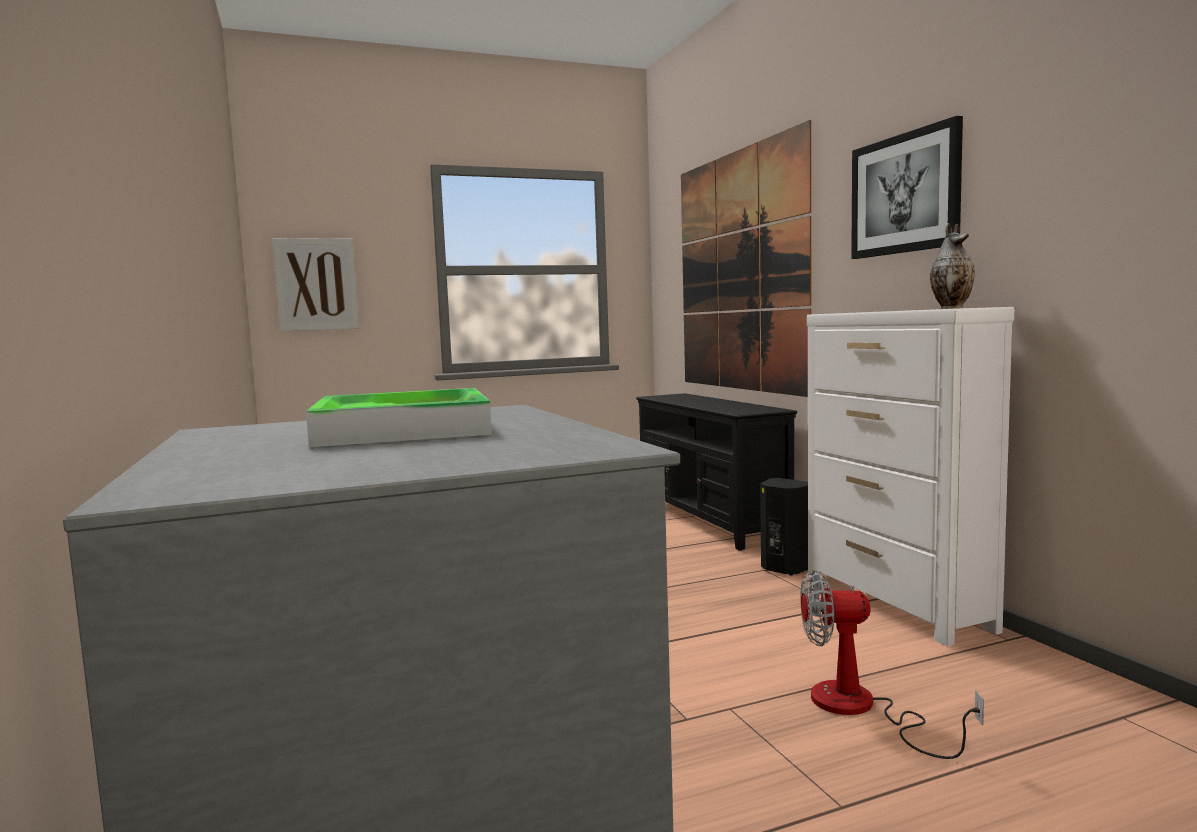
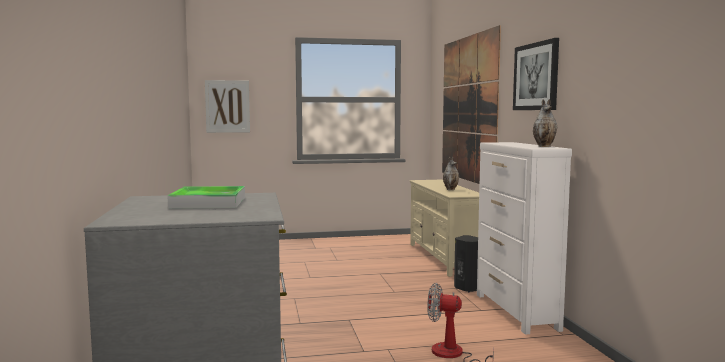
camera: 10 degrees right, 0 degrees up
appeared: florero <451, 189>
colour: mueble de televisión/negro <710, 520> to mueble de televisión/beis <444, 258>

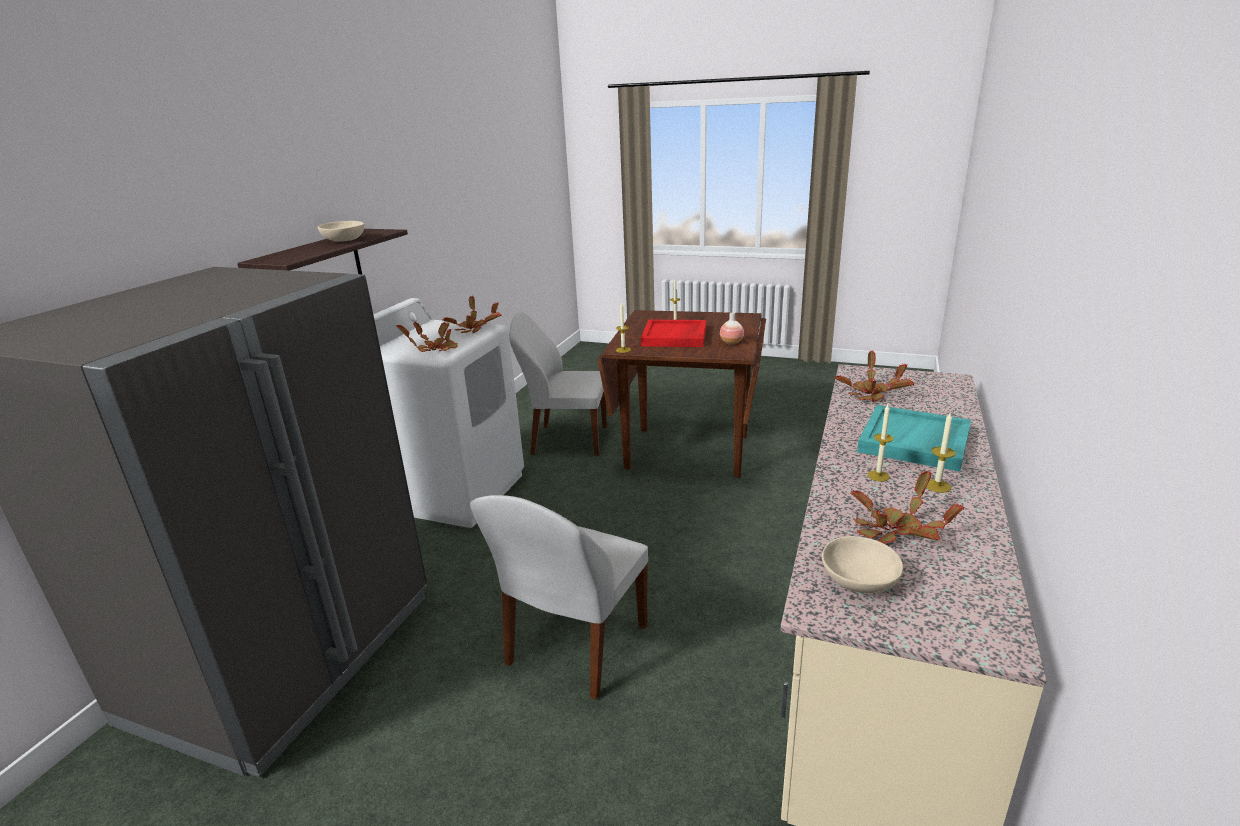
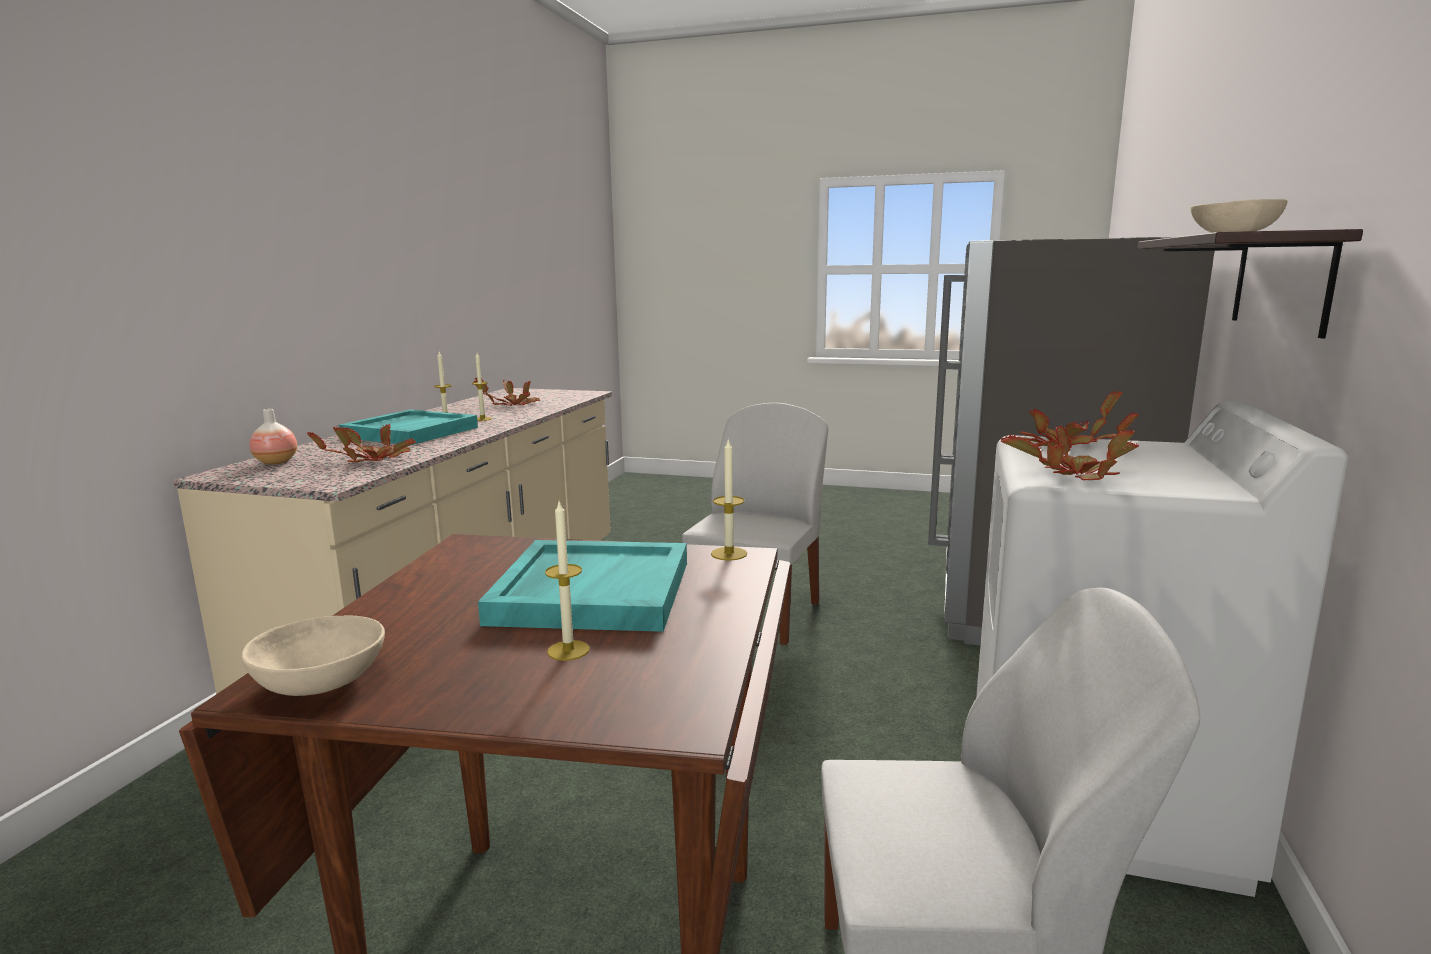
camera: 175 degrees right, 10 degrees down
relocated: florero <731, 342> to <276, 462>; cuenco/beis <858, 581> to <322, 682>
colour: bandeja/rojo <675, 336> to bandeja/turquesa <591, 591>

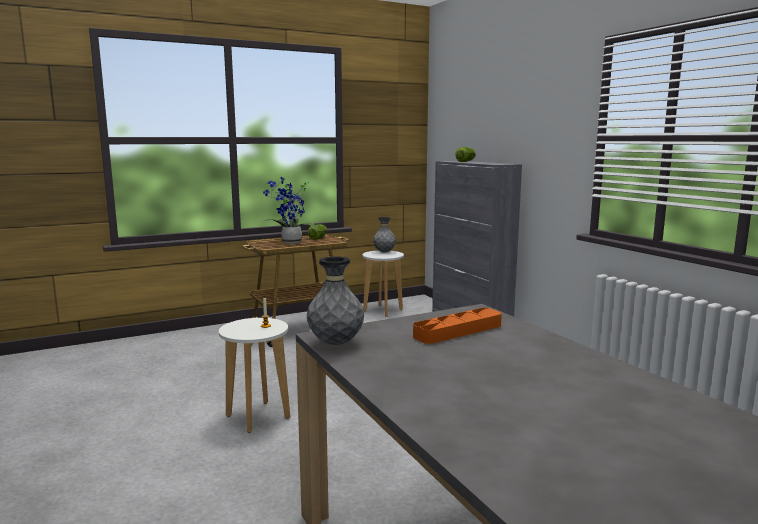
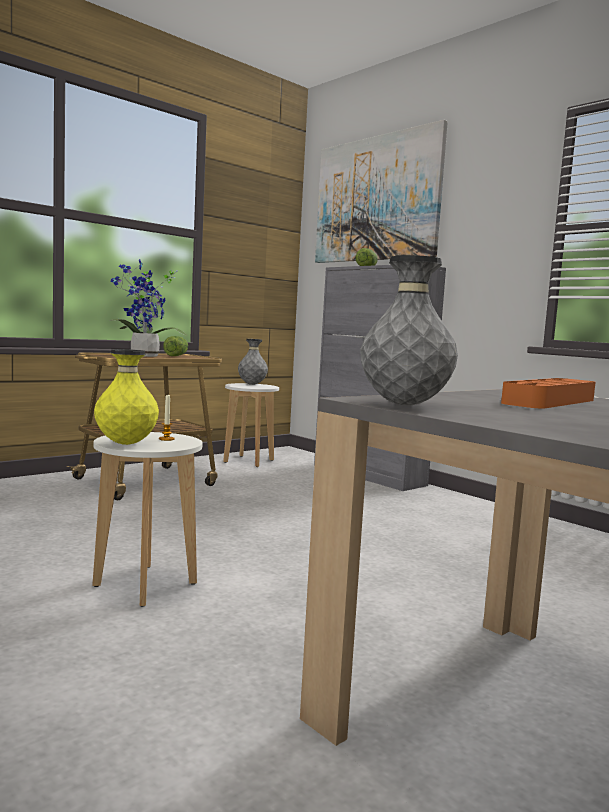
camera: 15 degrees left, 5 degrees down
appeared: florero/amarillo <126, 444>; cuadro <376, 199>

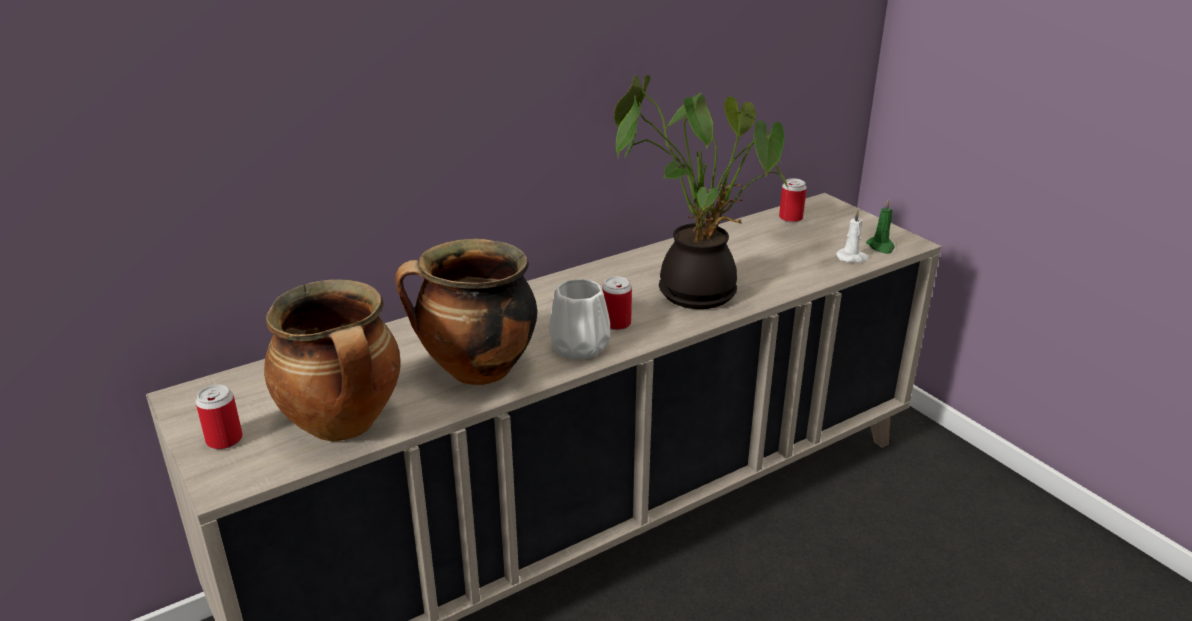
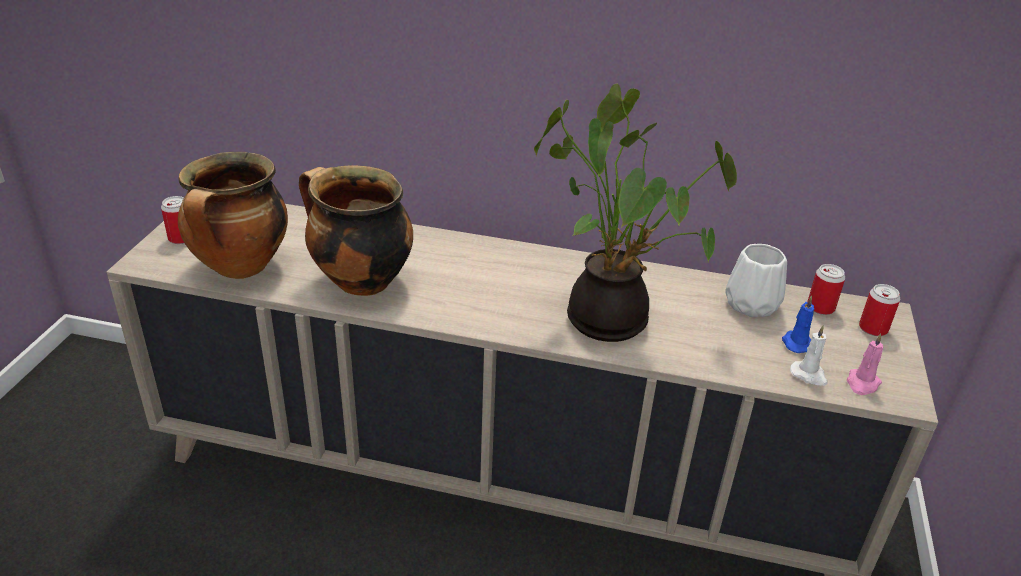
camera: 45 degrees right, 5 degrees up
appeared: vela/azul <796, 343>
relocated: florero/blanco <580, 347> to <751, 305>; lata <616, 324> to <873, 328>
colour: vela/verde <881, 247> to vela/rosa <862, 384>

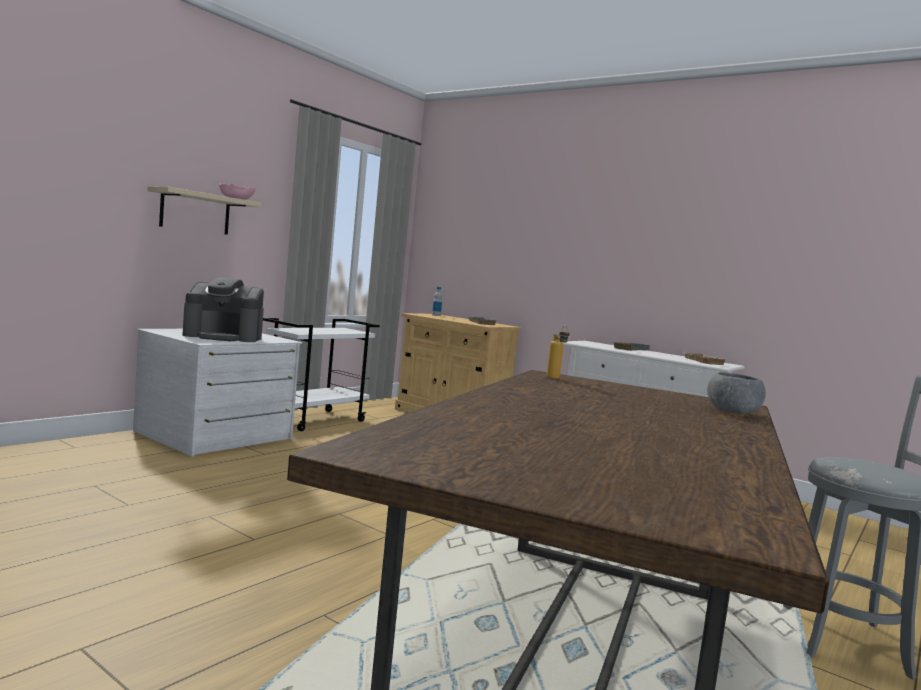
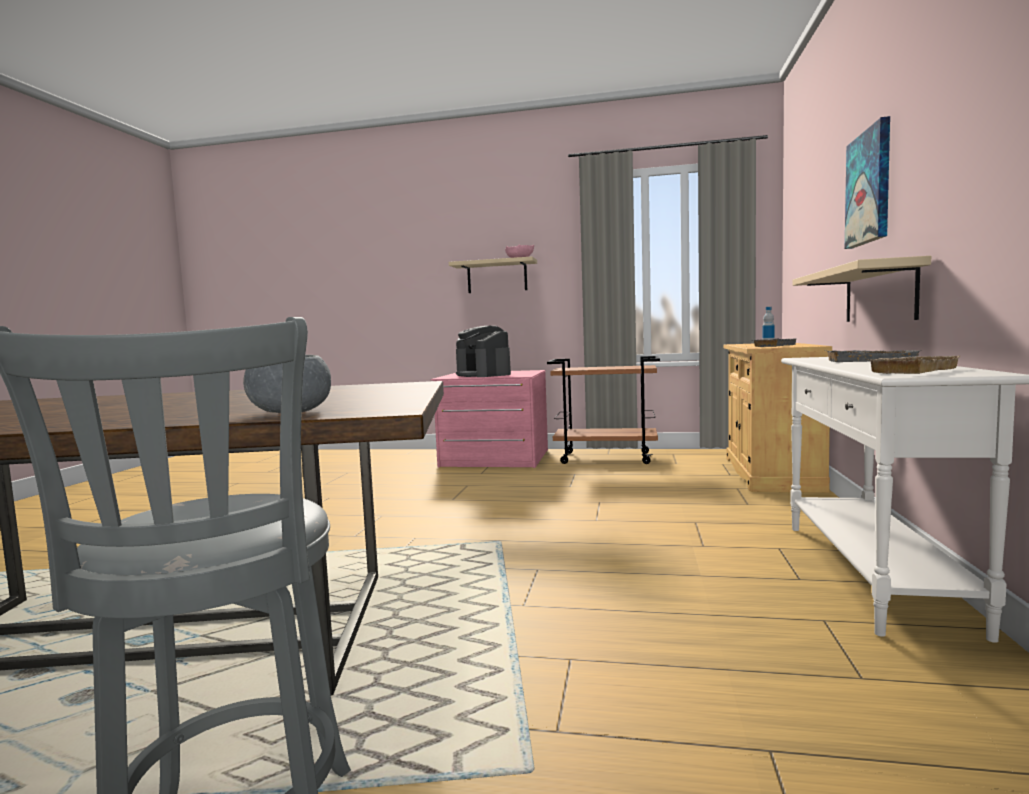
camera: 65 degrees right, 0 degrees up
missing: botella <555, 379>
appeared: estante/beis <879, 294>; cuadro <869, 187>
colour: cómoda/blanco <215, 436> to cómoda/rosa <495, 458>; carrito/blanco <315, 420> to carrito/marrón <606, 458>

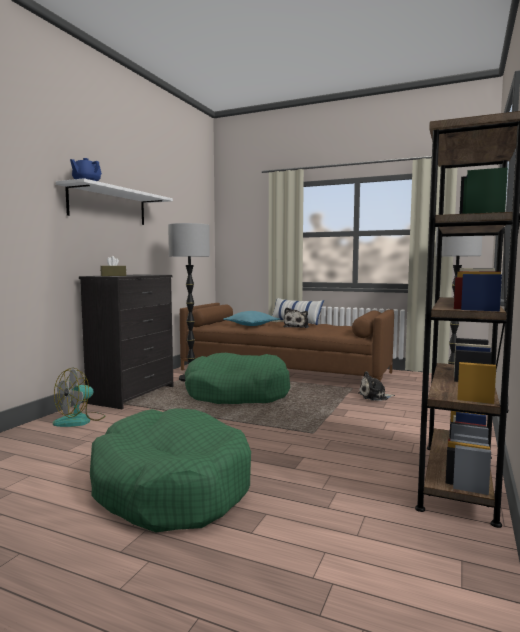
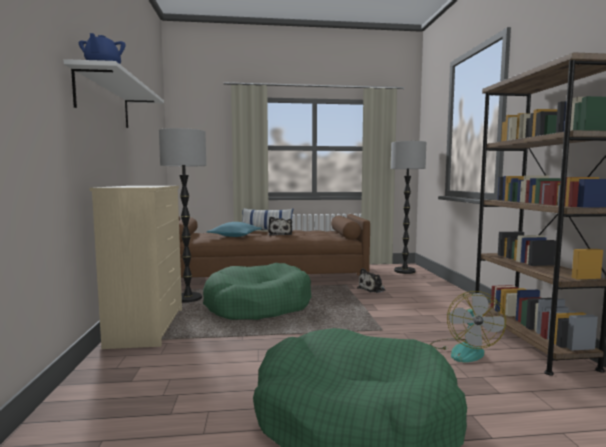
camera: 30 degrees left, 0 degrees up
missing: caja de pañuelos/marrón <113, 275>
relocated: ventilador <80, 420> to <464, 350>
colour: cómoda/negro <133, 394> to cómoda/beis <148, 327>

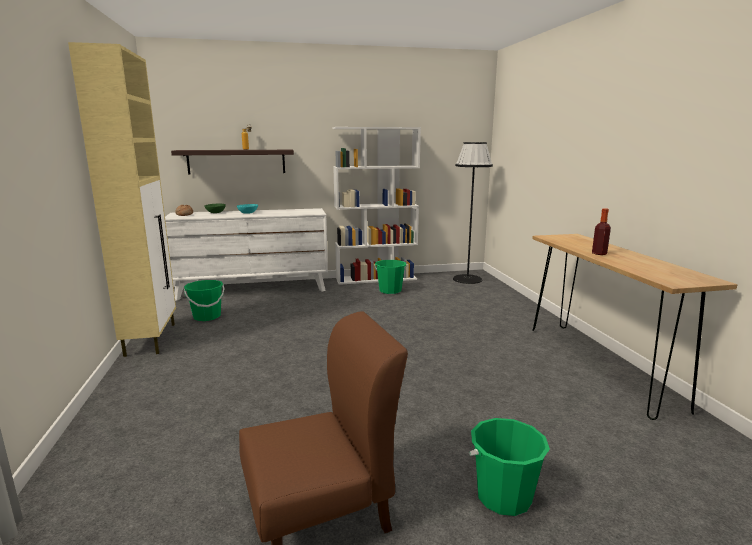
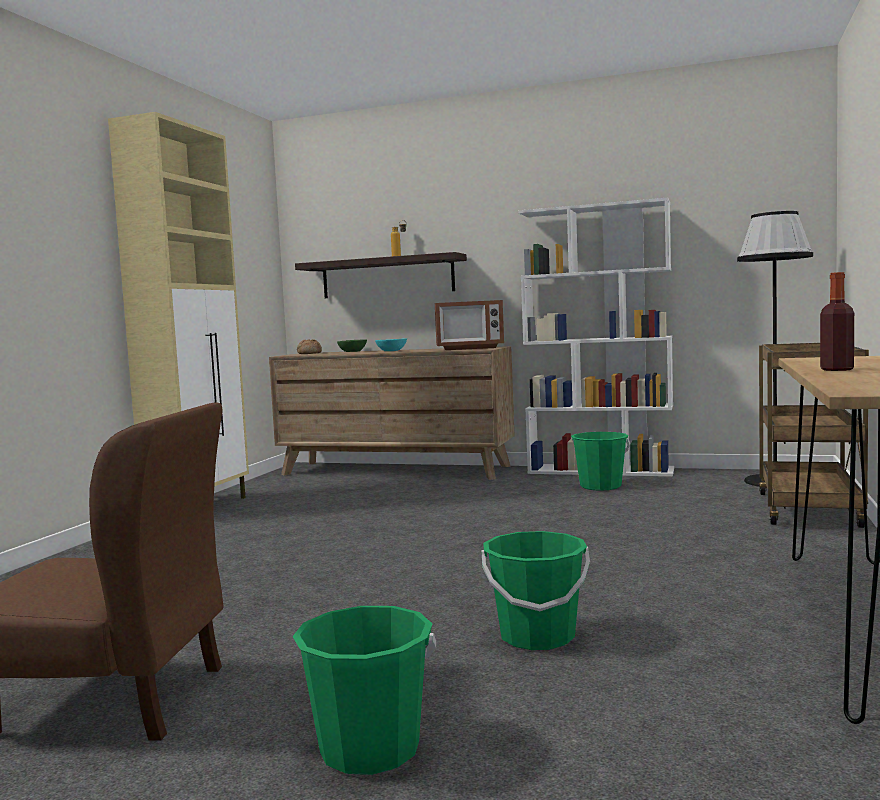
camera: 30 degrees right, 10 degrees down
appeared: microondas <469, 348>; carrito/marrón <810, 511>
relocated: cubo/verde <207, 316> to <537, 636>
colour: cómoda/blanco <253, 289> to cómoda/marrón <396, 470>

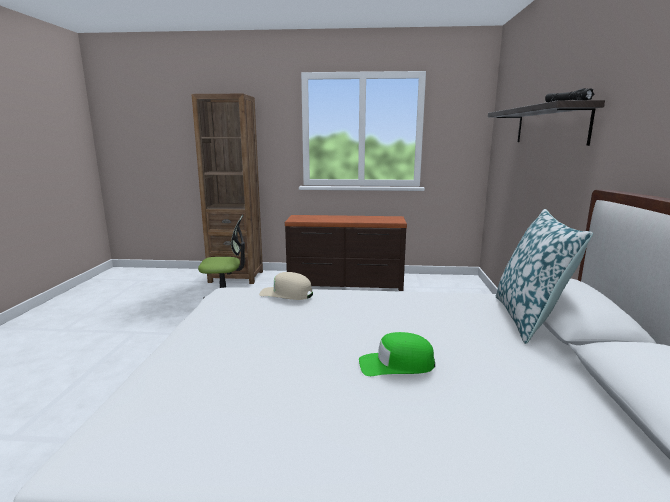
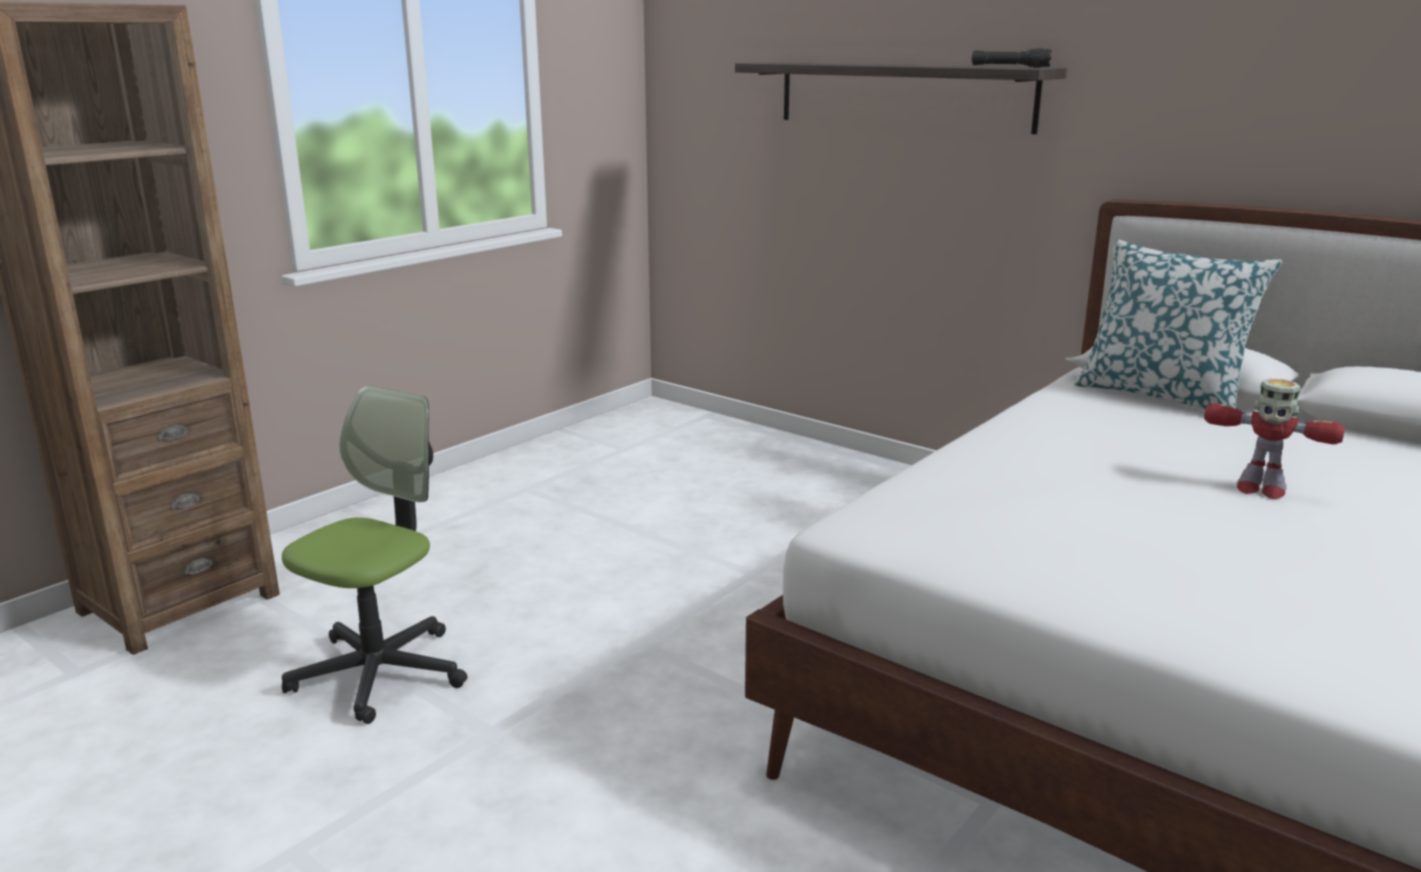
camera: 55 degrees left, 5 degrees up
missing: gorra/beis <286, 294>; cómoda/marrón <345, 283>
exchanged: gorra/verde <396, 364> to robot de juguete <1259, 489>

